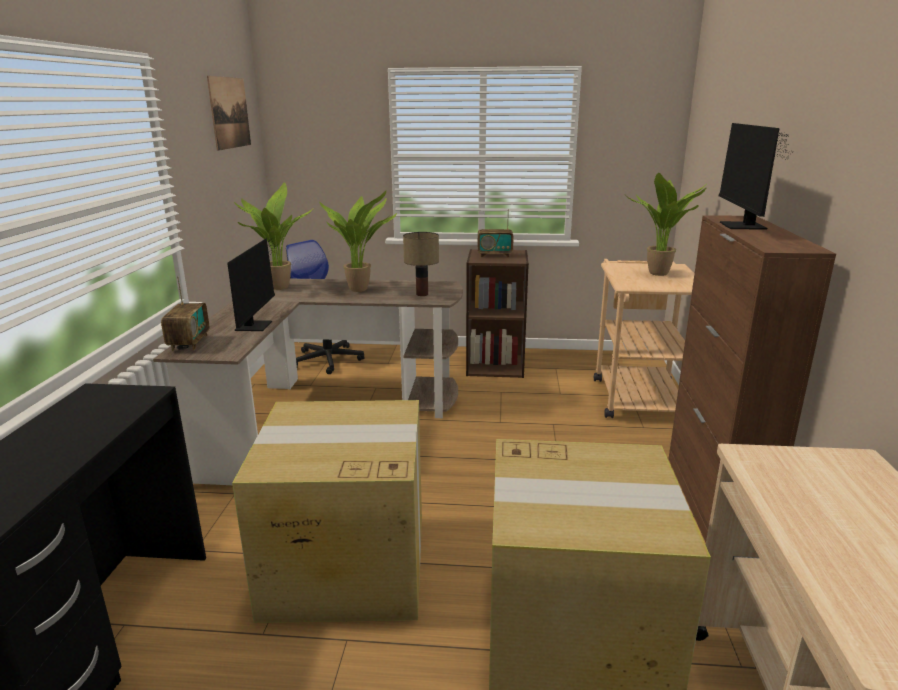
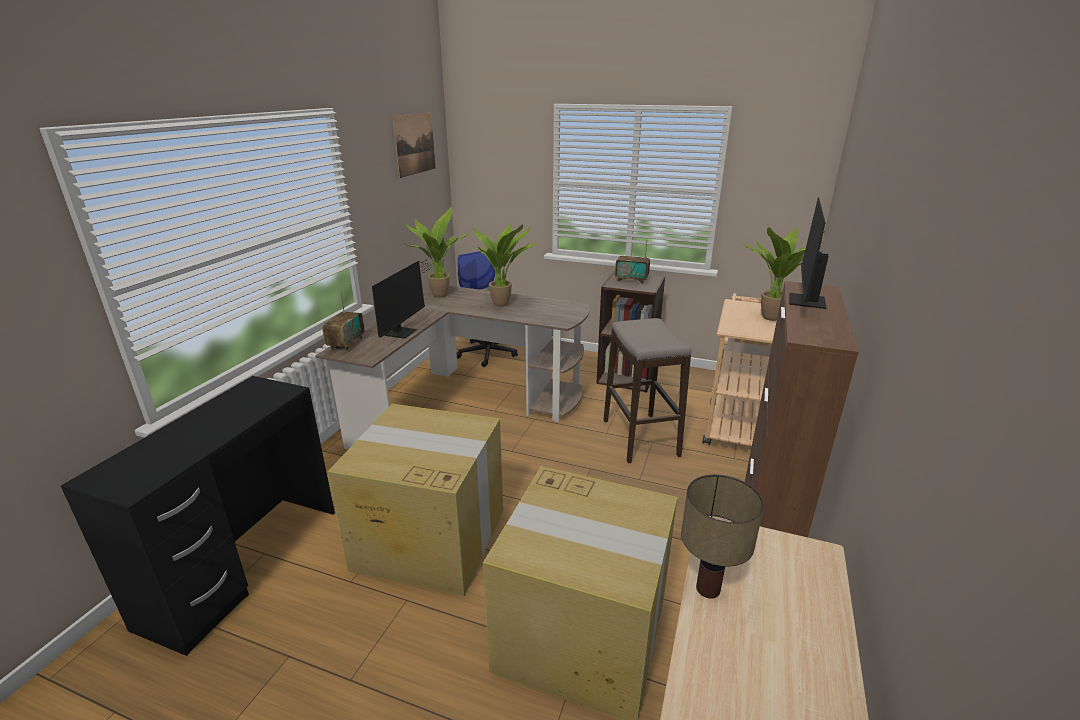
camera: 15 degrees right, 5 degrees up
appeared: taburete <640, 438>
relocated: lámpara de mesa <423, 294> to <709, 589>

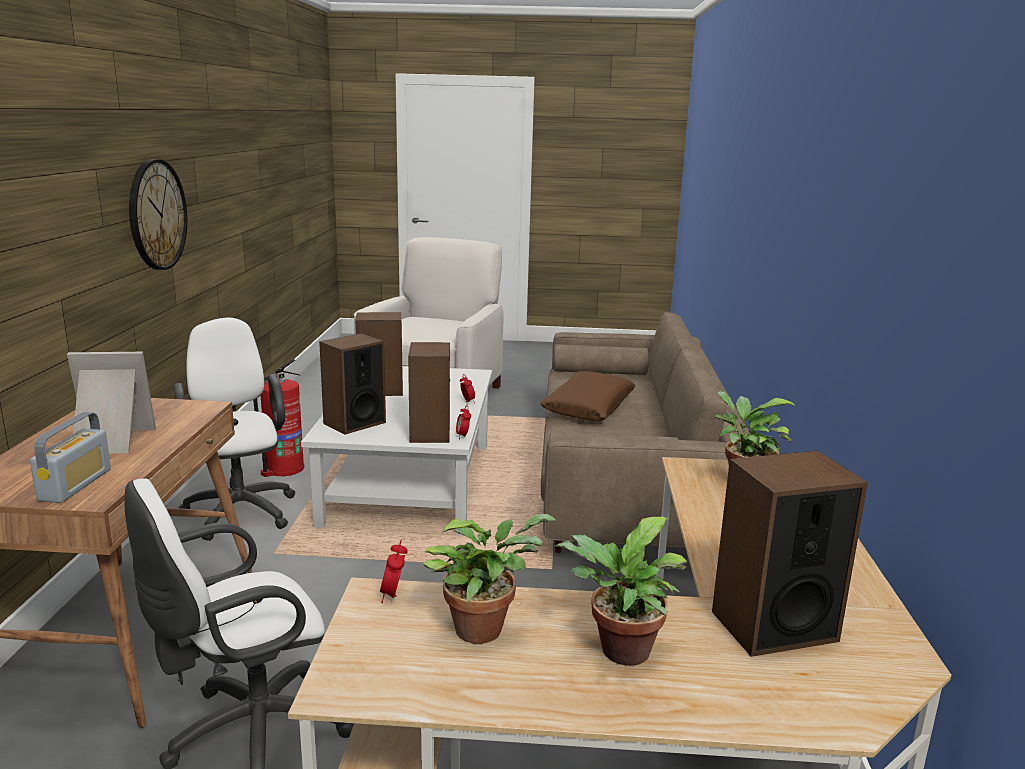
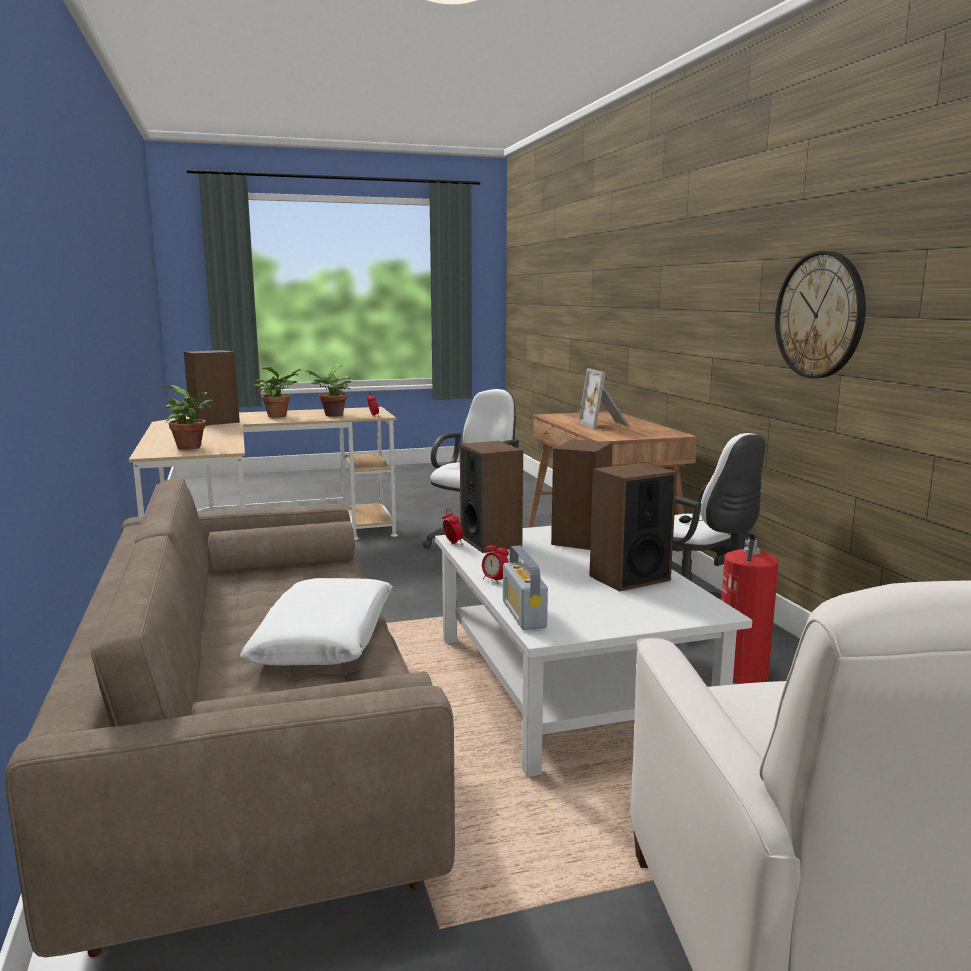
camera: 160 degrees right, 5 degrees down
relocated: radio <75, 485> to <524, 614>
colour: cojín/marrón <588, 407> to cojín/blanco <325, 639>
spun: portarretratos <110, 441> = <605, 424> 105 degrees clockwise

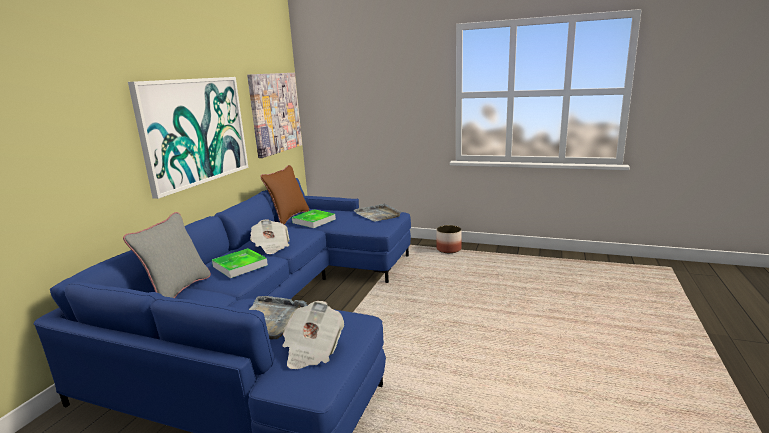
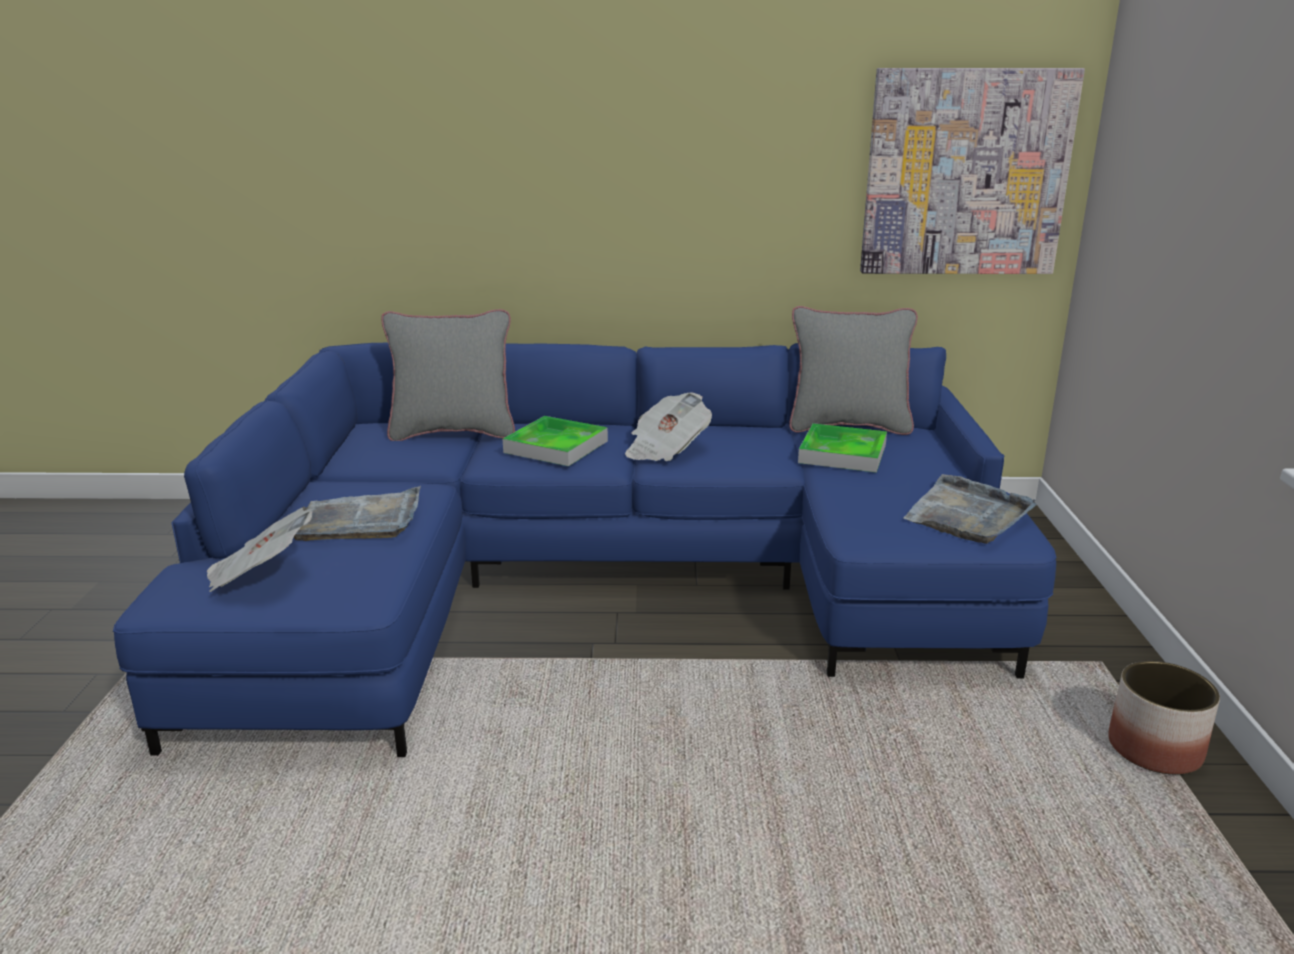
camera: 70 degrees right, 5 degrees up
missing: cuadro <195, 131>
colour: cojín/marrón <289, 217> to cojín/gris <848, 426>

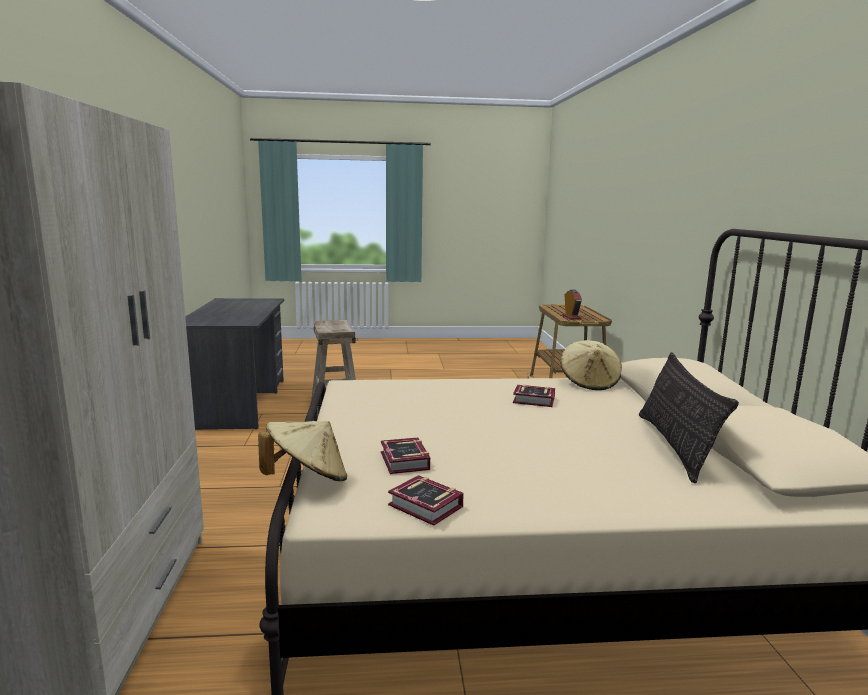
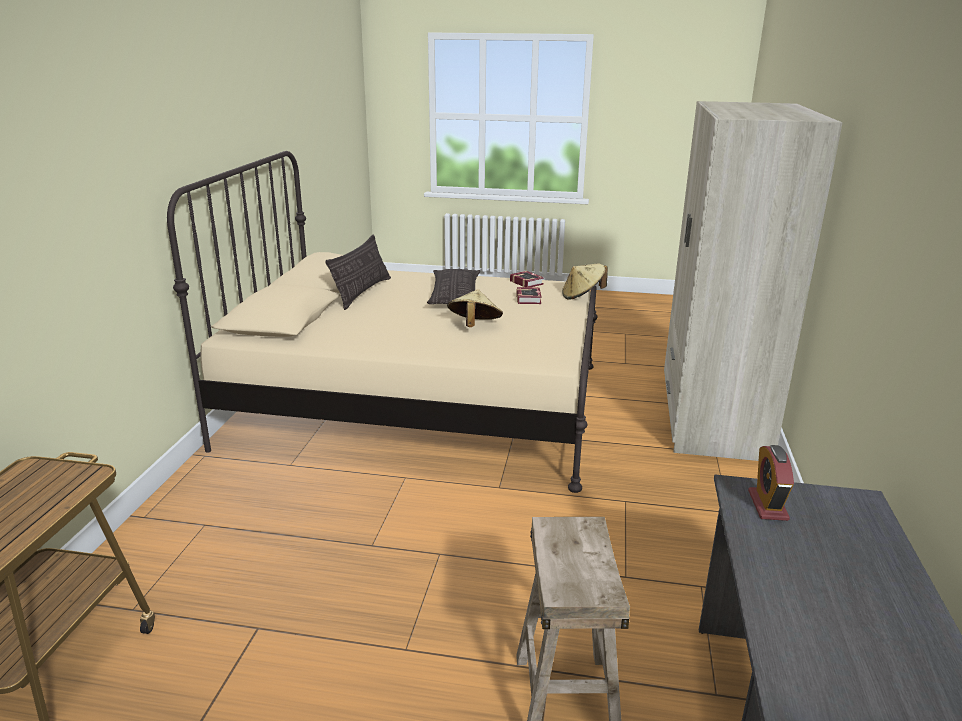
camera: 165 degrees left, 10 degrees up
missing: libro <535, 401>
appeared: cojín <455, 294>
relocated: sombrero/beis <589, 383> to <474, 326>; despertador <571, 317> to <767, 505>

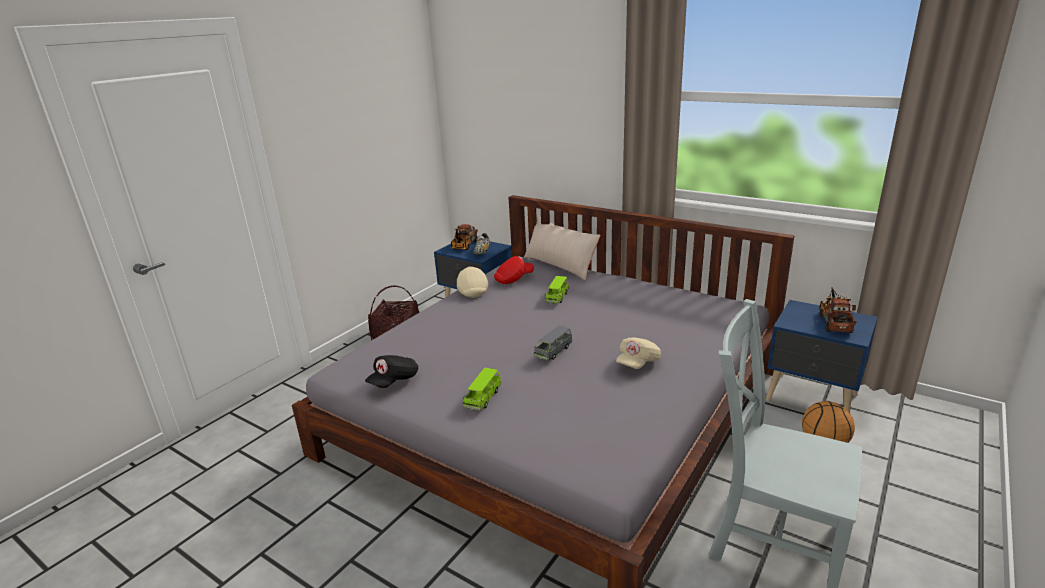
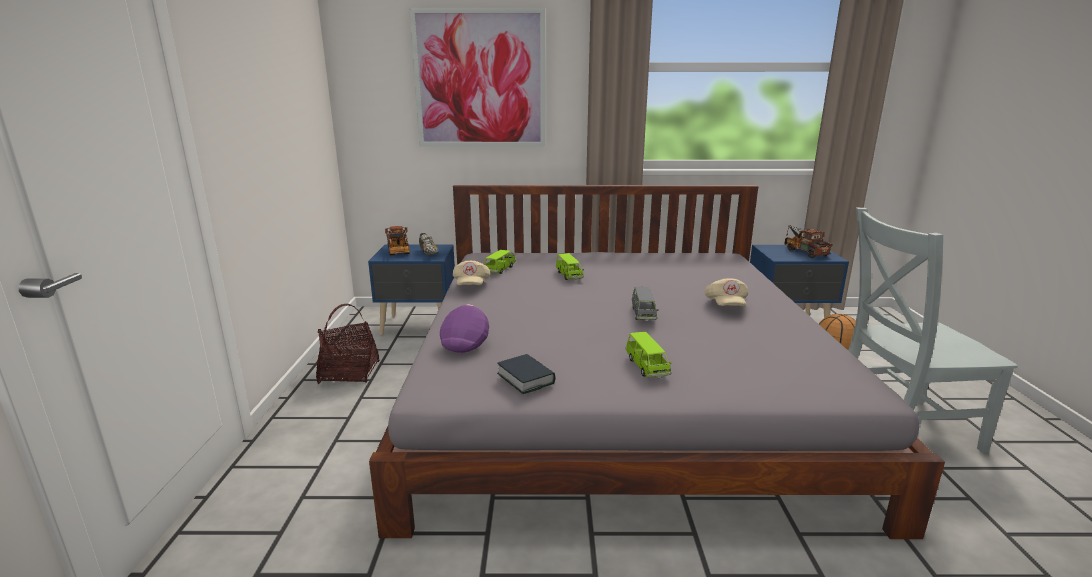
camera: 35 degrees left, 5 degrees down
missing: cojín/beis <560, 265>
appeared: cuadro <480, 79>; gorra/morado <466, 342>
exchanged: gorra/negro <394, 381> to libro <525, 378>; gorra/rojo <514, 279> to coche de juguete/verde <500, 269>
spun: gorra/beis <472, 290> = <471, 285> 135 degrees counterclockwise

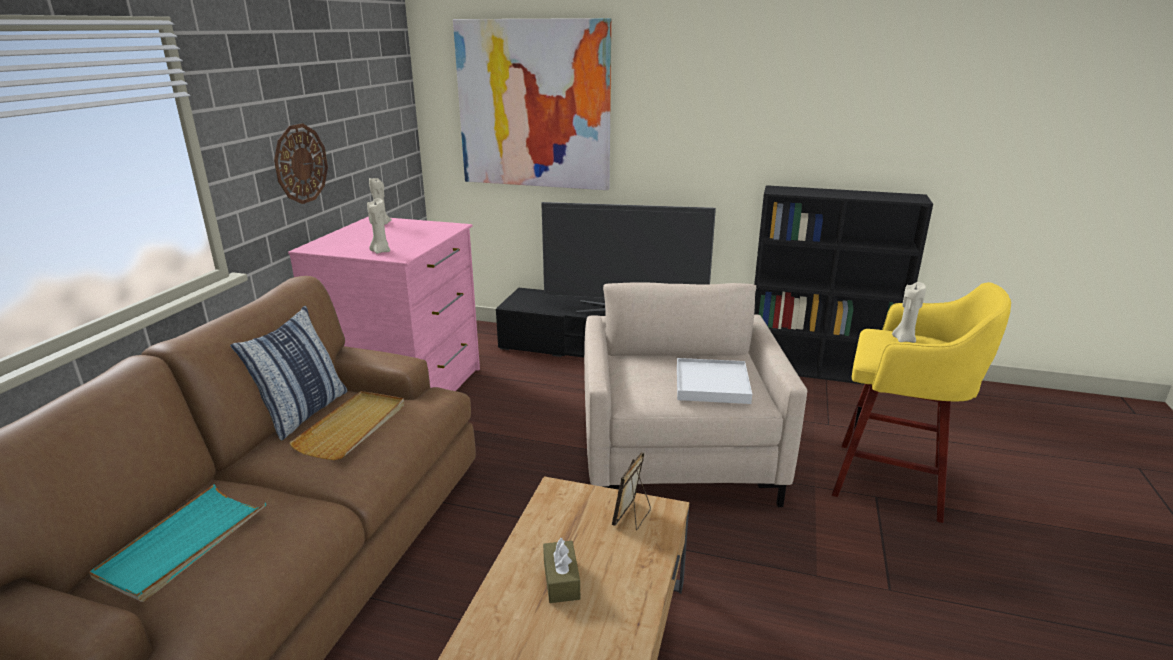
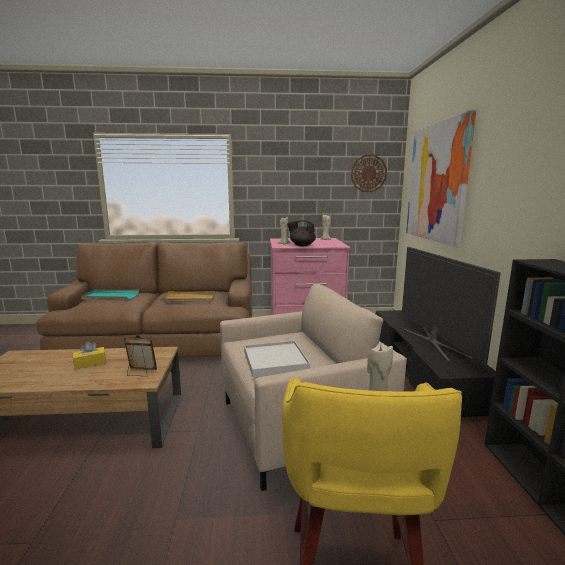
camera: 70 degrees right, 10 degrees down
missing: cojín <303, 412>
appeared: tetera/negro <301, 245>
relocated: reloj de pared <300, 164> to <368, 173>
colour: caja de pañuelos/marrón <561, 580> to caja de pañuelos/amarillo <90, 363>

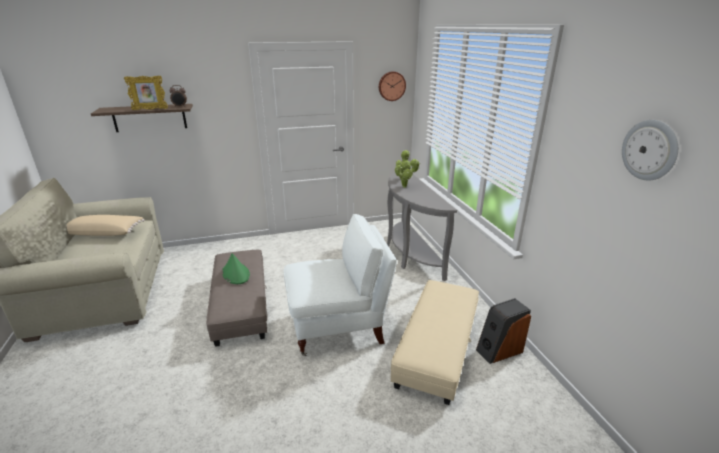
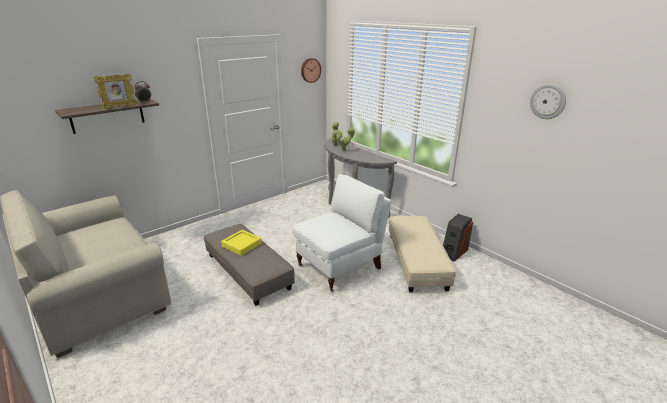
camera: 25 degrees left, 0 degrees up
missing: cojín/beis <106, 232>
exchanged: sombrero/verde <235, 274> to bandeja/amarillo <242, 245>

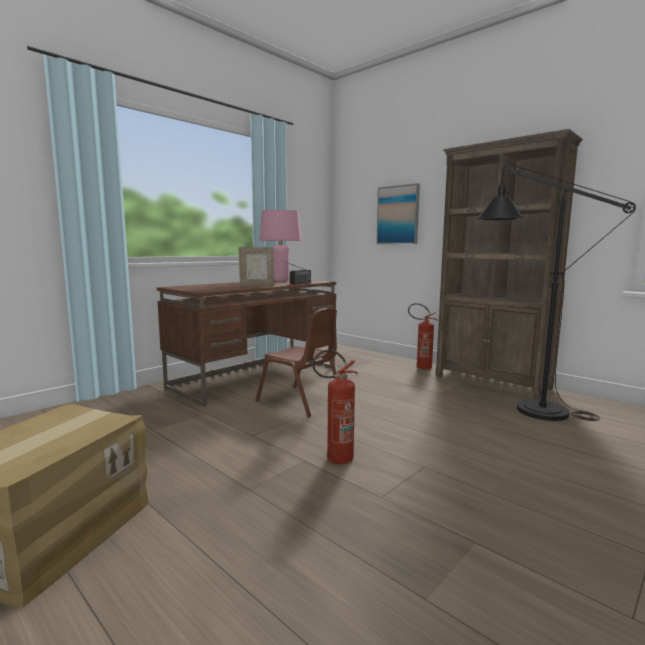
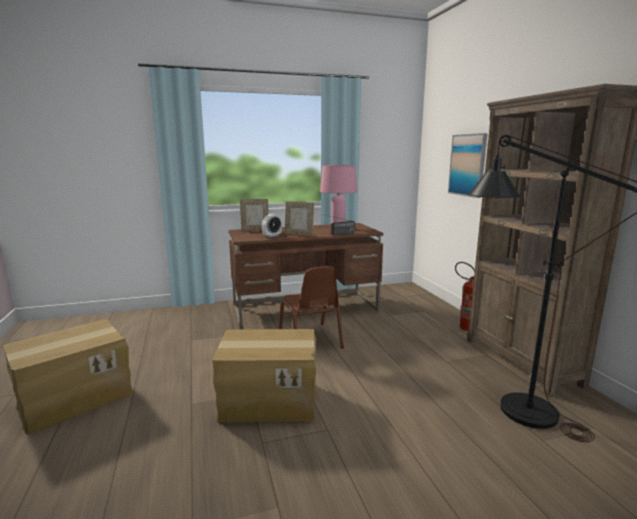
camera: 30 degrees right, 5 degrees up
appeared: portarretratos <255, 230>; despertador <272, 236>
exchanged: extintor <334, 460> to caja de cartón <269, 400>

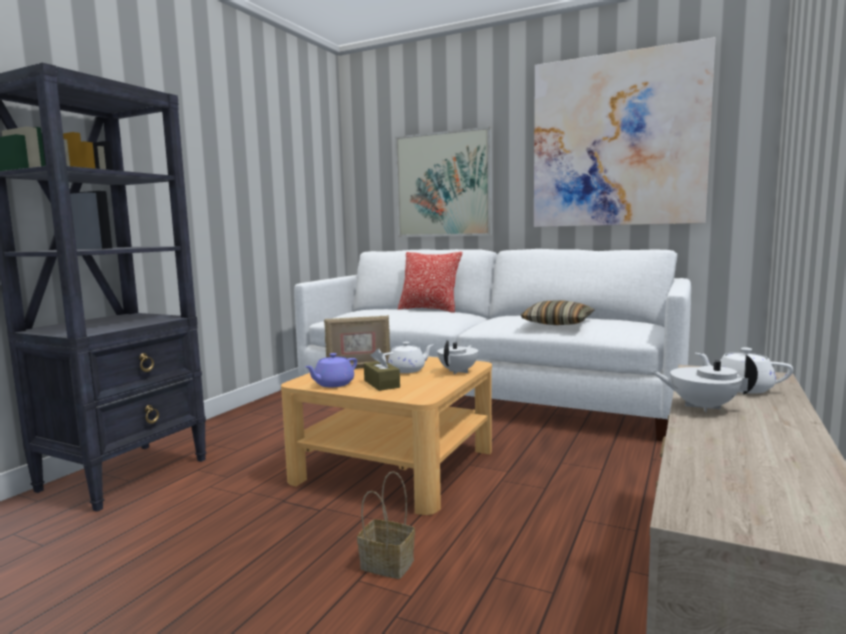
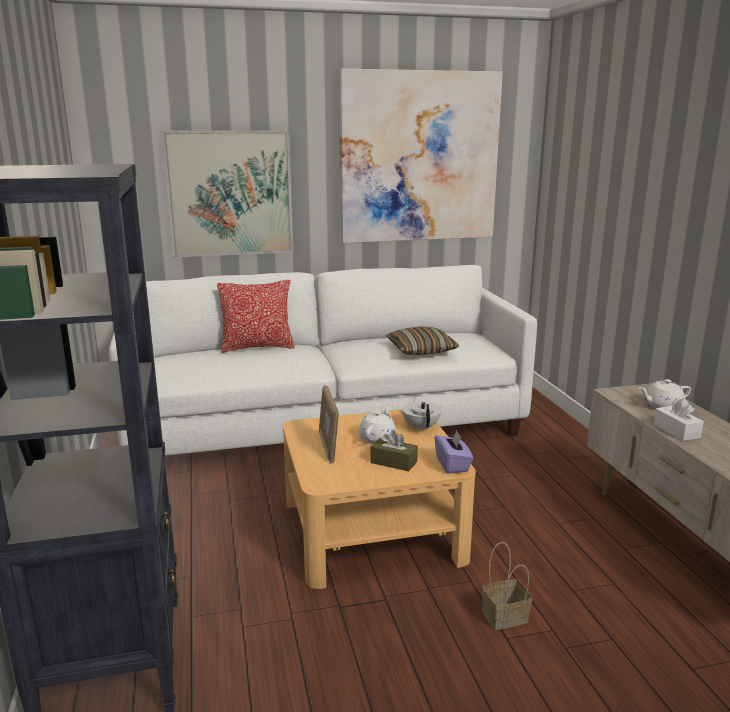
camera: 40 degrees left, 10 degrees up
missing: tetera/morado <333, 384>
appeared: caja de pañuelos/morado <452, 464>
exchanged: tetera/blanco <702, 407> to caja de pañuelos/blanco <676, 431>
spun: portarretratos <358, 368> = <328, 447> 135 degrees clockwise

